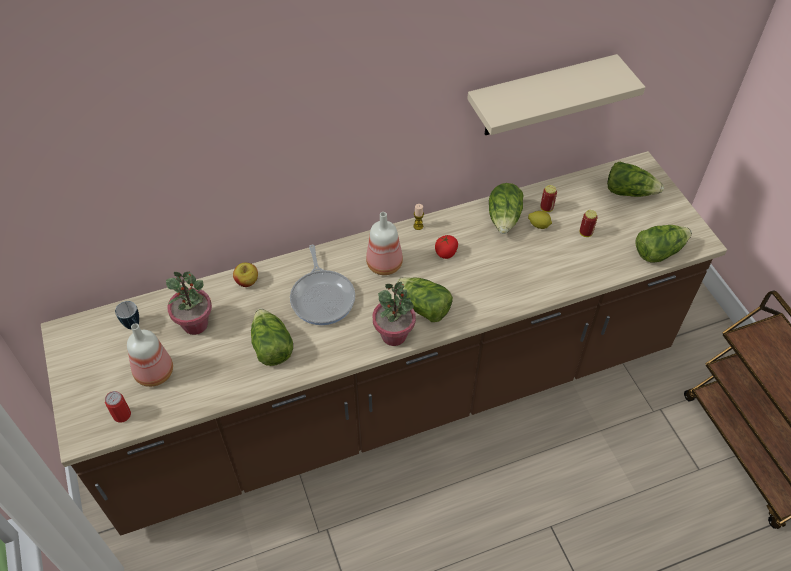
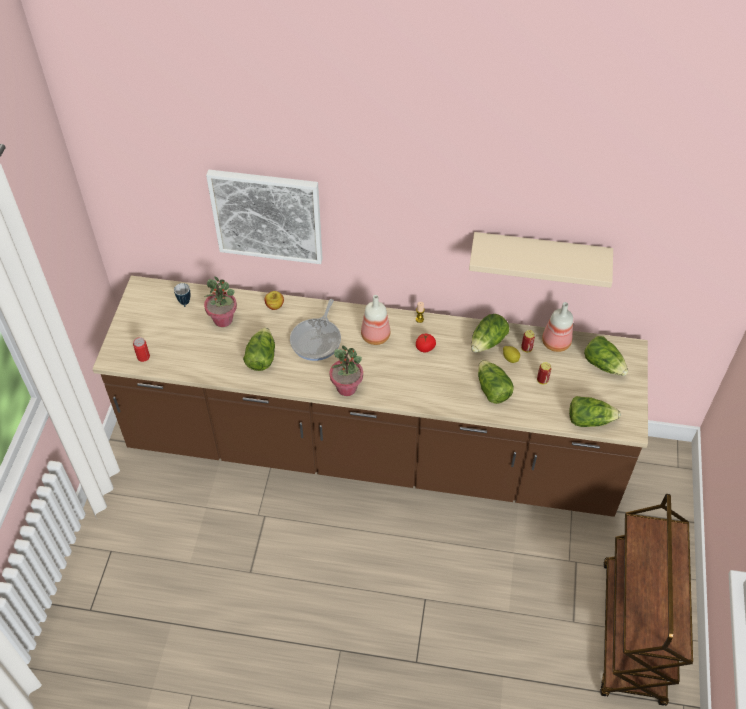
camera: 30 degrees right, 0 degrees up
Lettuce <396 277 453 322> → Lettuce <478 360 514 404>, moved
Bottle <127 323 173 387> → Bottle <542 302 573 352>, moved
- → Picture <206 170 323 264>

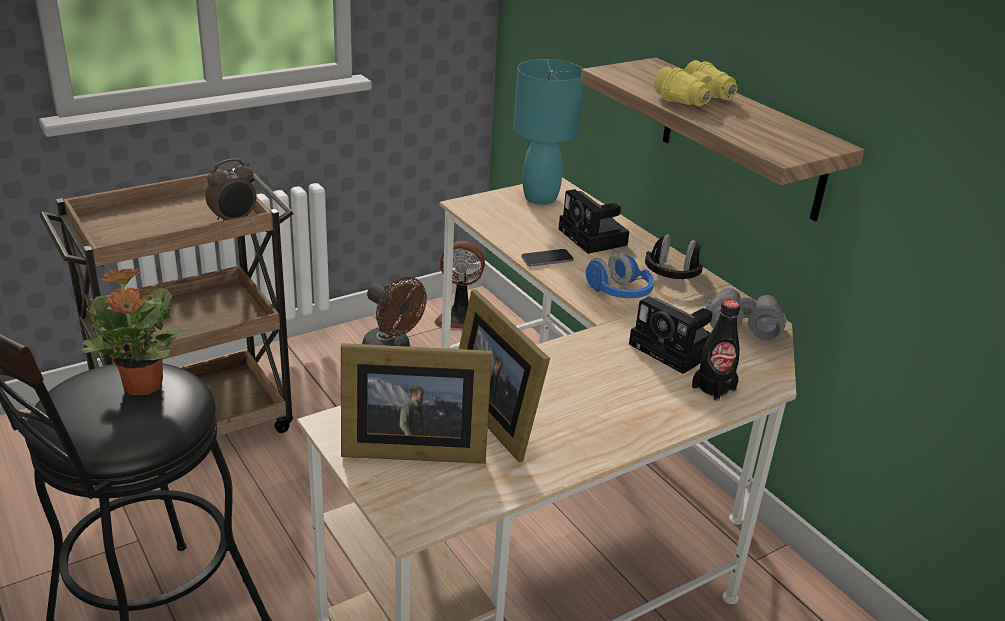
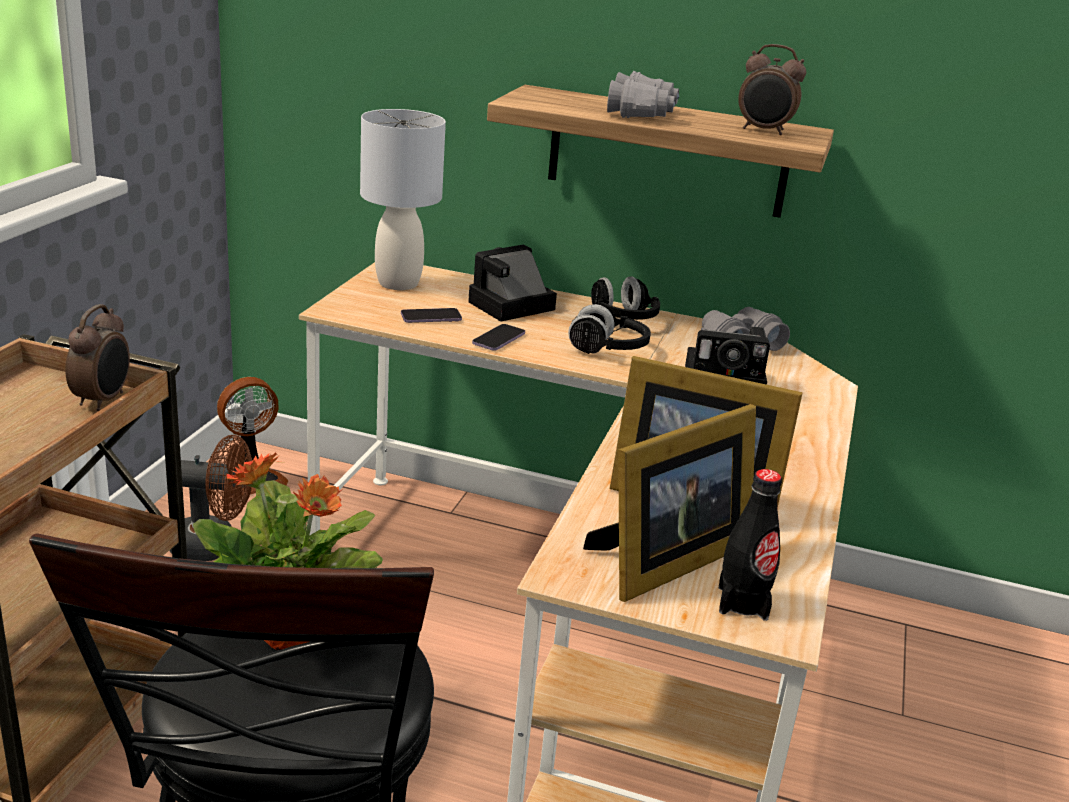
camera: 40 degrees left, 5 degrees down
TurquoiseTableLamp <514 59 584 205> → GreyTableLamp <360 109 446 290>
YellowBinoculars <654 60 738 106> → GreyBinoculars <607 71 679 118>
PhotoCamera <559 189 629 254> → PhotoCamera <468 245 557 322>, 120 degrees clockwise
BlueHeadphones <586 252 654 298> → BlackHeadphones <568 304 651 354>
BlackBottle <692 300 740 402> → BlackBottle <719 469 782 621>, moved
- → AlarmClock <738 44 806 135>
- → Phone <401 308 462 323>

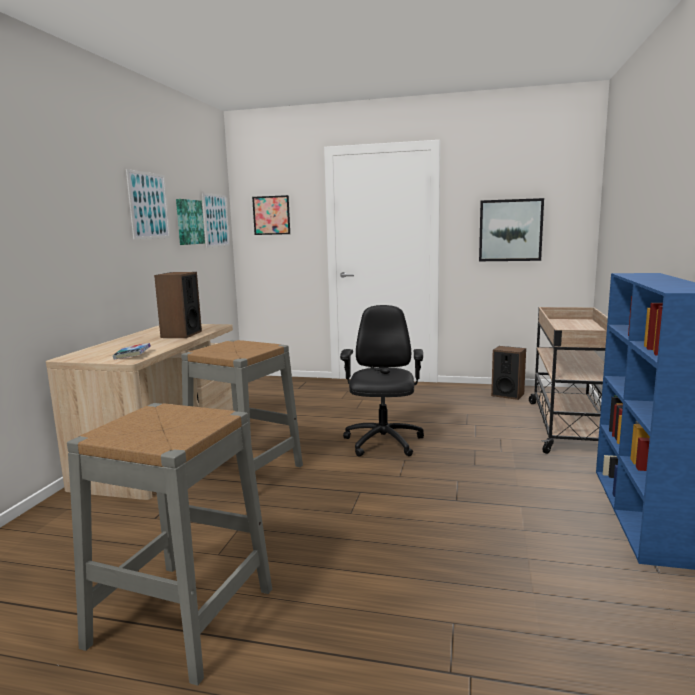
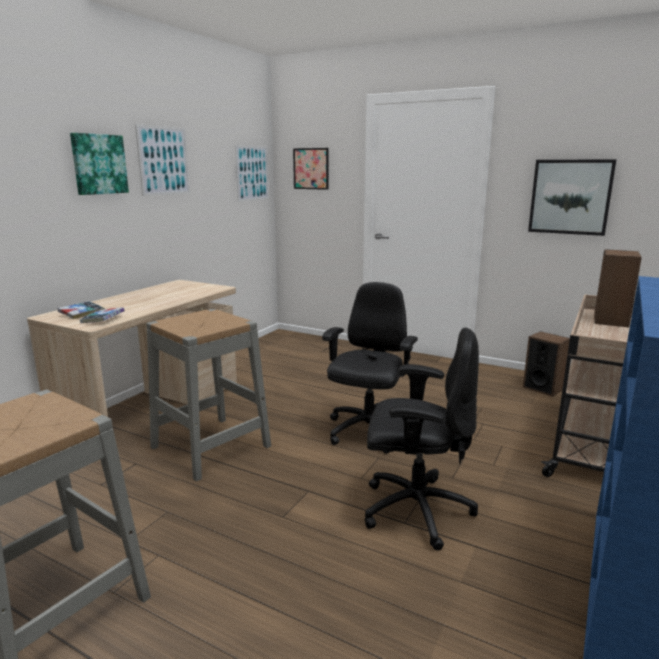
camera: 15 degrees right, 5 degrees up
Picture <176 199 205 245> → Picture <70 133 129 195>, moved
Speaker <154 272 202 338> → Speaker <594 249 642 327>, moved
- → Book <58 301 105 319>
- → BlackOfficeChair <365 327 479 551>

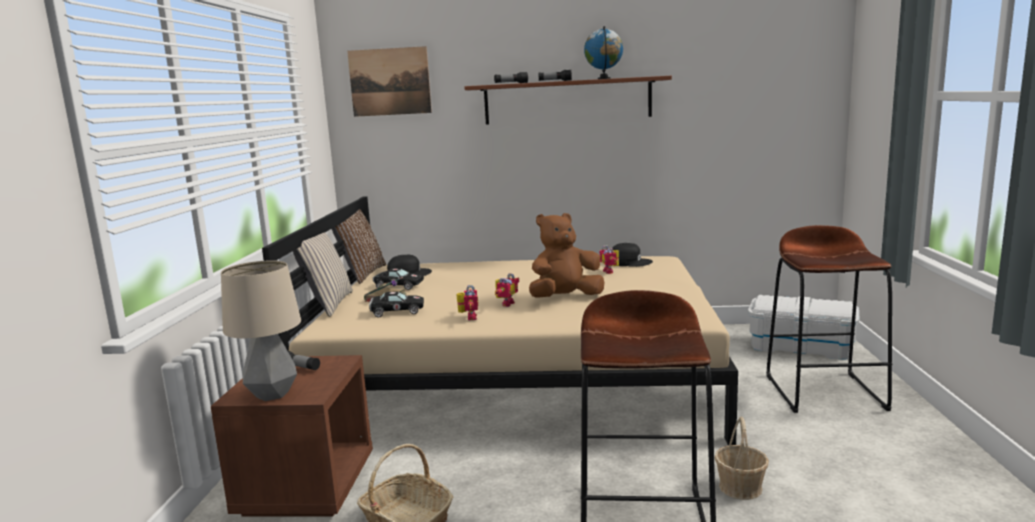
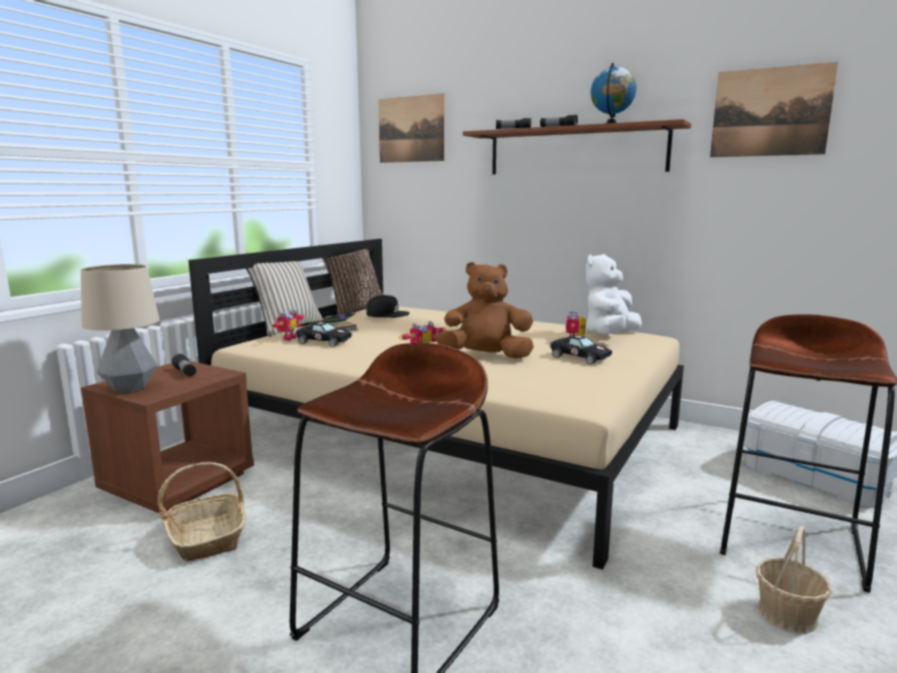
camera: 25 degrees right, 0 degrees up
BlackCap <612 243 653 267> → WhitePlushToy <586 254 642 334>
BlackToyCar <373 268 424 290> → BlackToyCar <550 335 612 364>, moved
ToyRobot <456 285 478 320> → ToyRobot <271 309 305 341>, moved
Basket <715 417 769 500> → Basket <756 526 832 634>, moved
- → Picture <710 62 838 157>

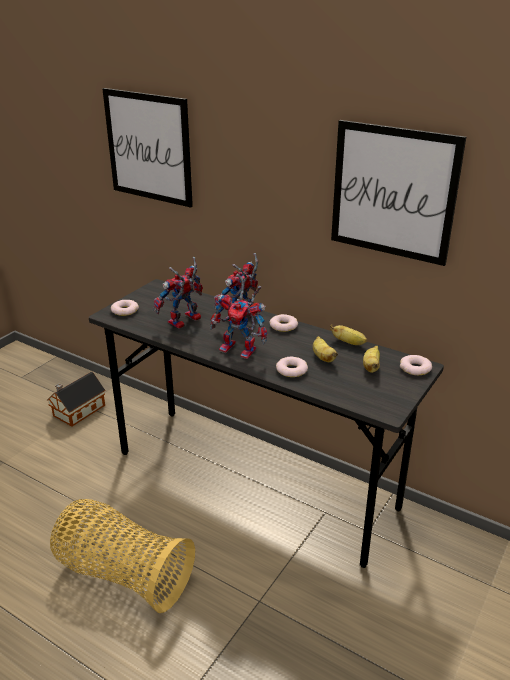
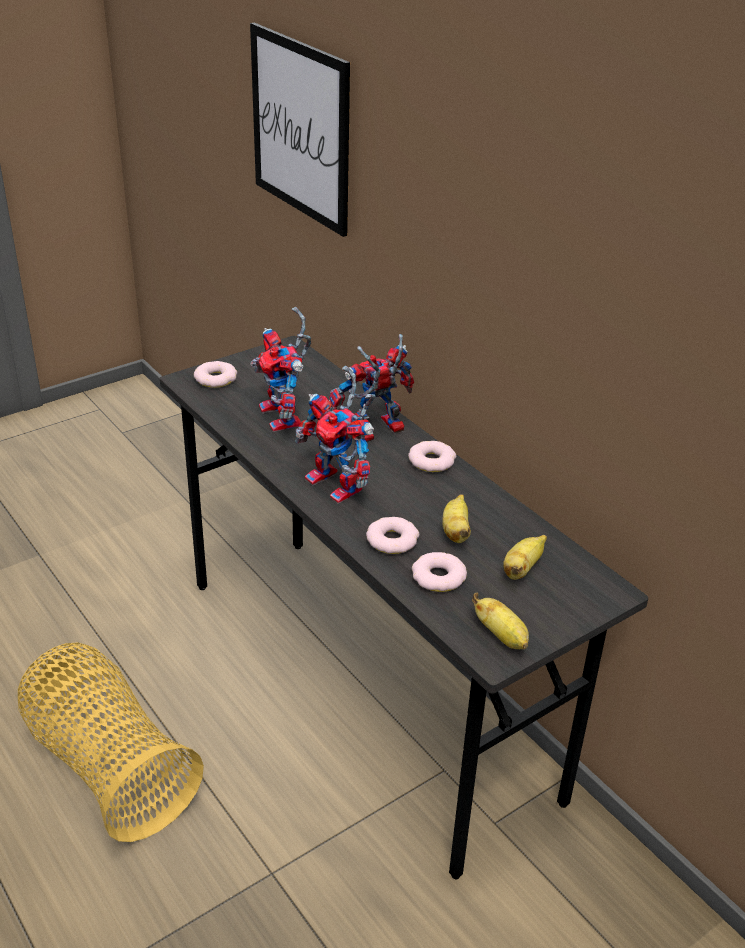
camera: 20 degrees right, 5 degrees up
Picture <331 120 466 266> → -
ToyRobot <153 257 203 329> → ToyRobot <250 307 311 432>, 90 degrees counterclockwise
Banana <330 324 367 345> → Banana <472 593 529 649>, moved
Donut <400 355 432 375> → Donut <412 552 467 592>, moved
ToyHouse <47 372 106 426> → -

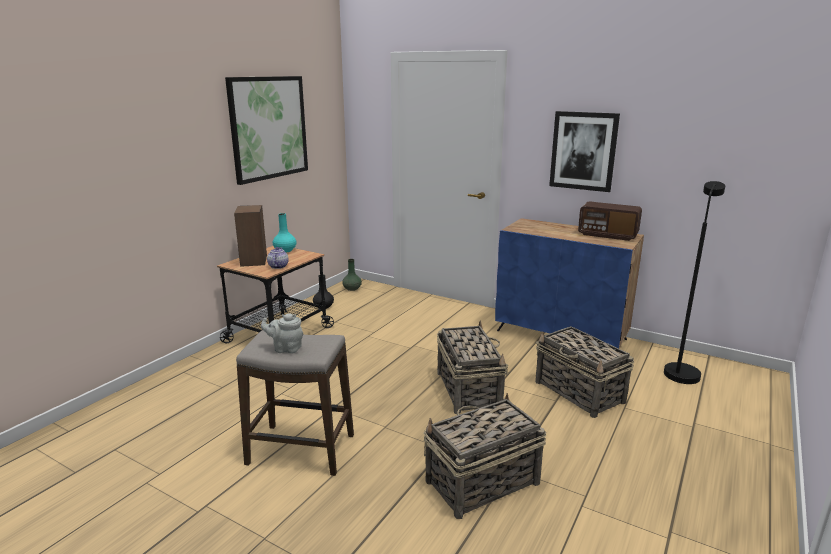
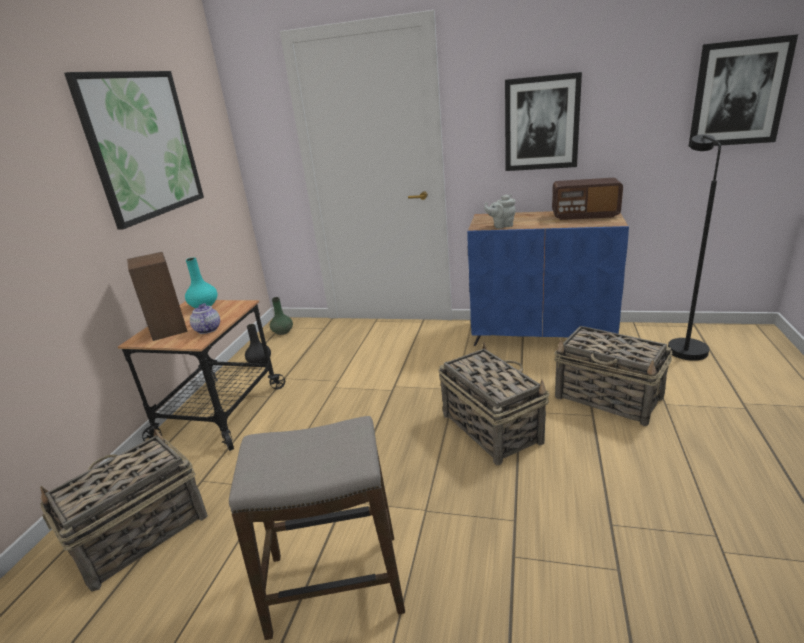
camera: 15 degrees left, 5 degrees up
GreyTeapot <261 313 303 353> → GreyTeapot <484 194 516 229>, moved
Basket <424 393 546 519> → Basket <40 429 208 592>, moved
- → Picture <689 34 798 147>

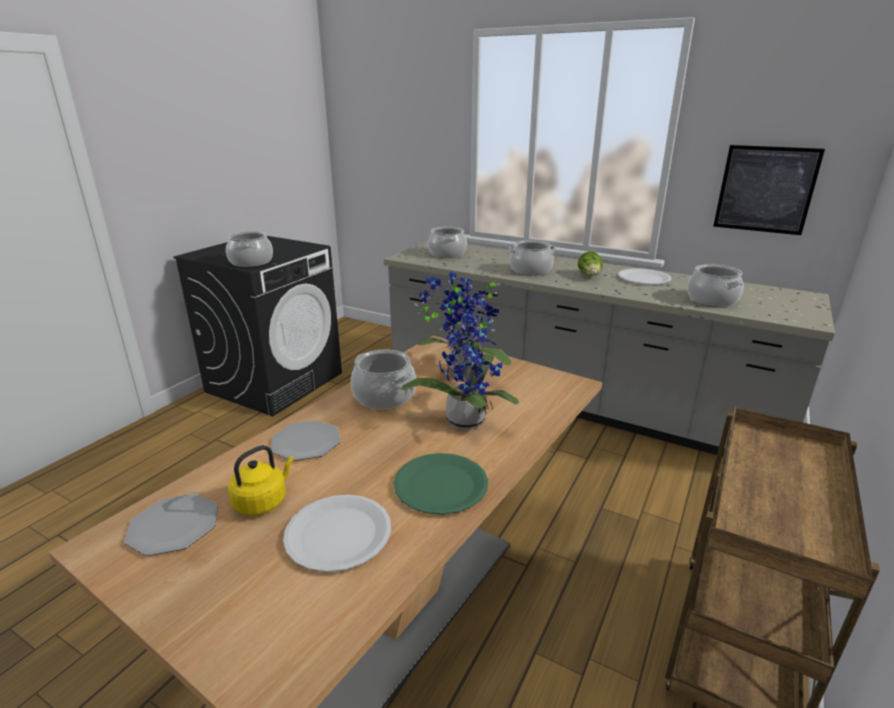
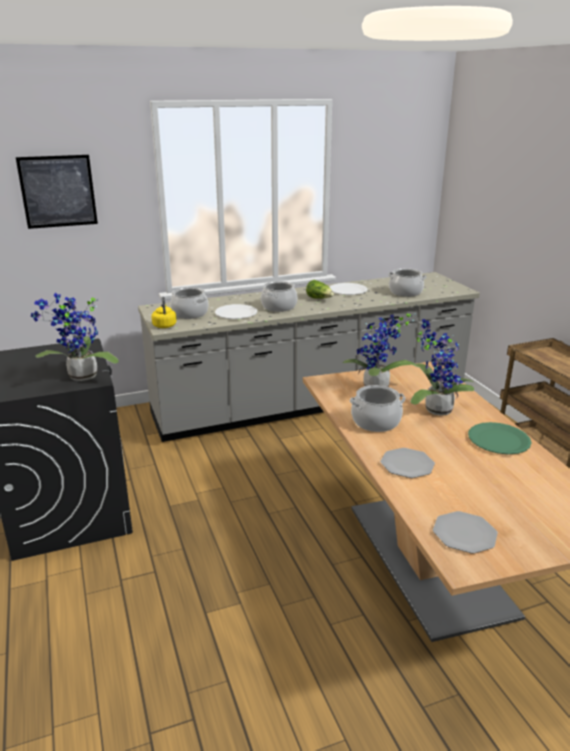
camera: 50 degrees left, 0 degrees up
Picture <713 145 825 235> → Picture <16 155 98 229>, moved
CookingPot <226 231 273 267> → PottedPlant <31 293 119 381>
YellowKettle <228 445 294 515> → YellowKettle <151 297 176 328>, moved
WhitePlate <283 494 391 572> → WhitePlate <215 304 257 319>, moved

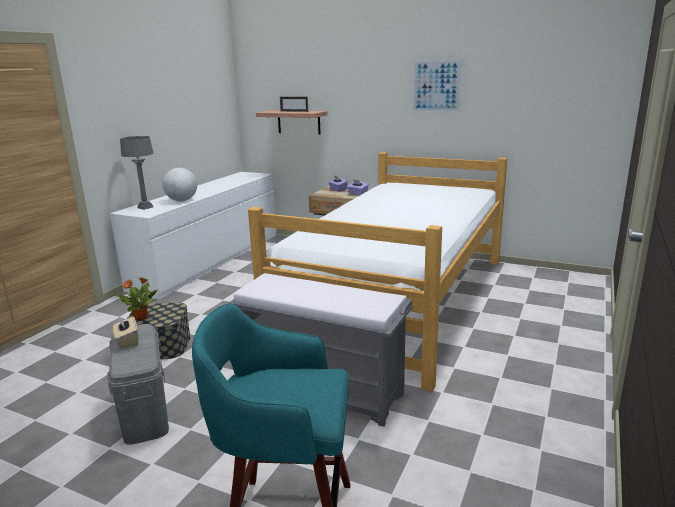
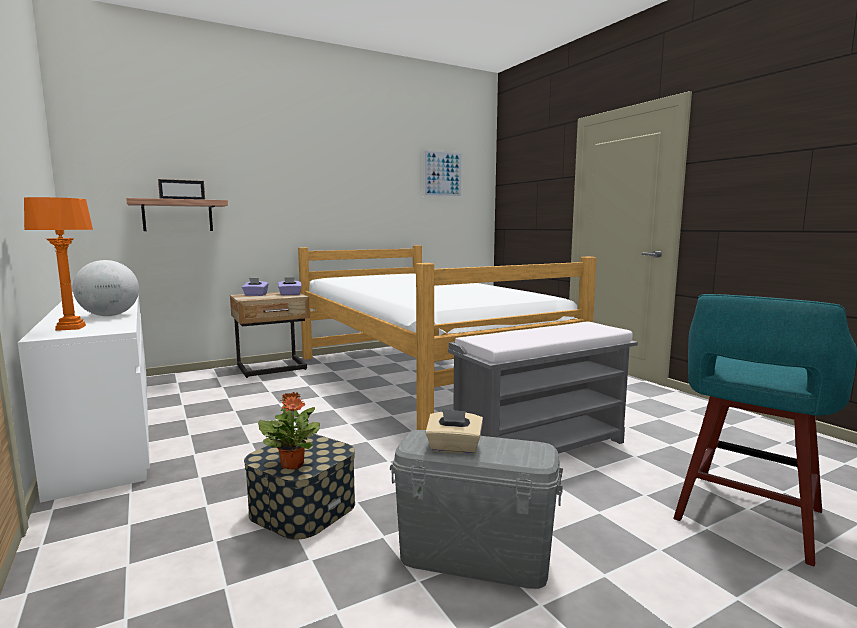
camera: 55 degrees left, 10 degrees down
Picture <412 59 463 112> → Picture <423 149 462 198>, moved
GreyTableLamp <120 136 154 210> → OrangeTableLamp <24 197 93 331>

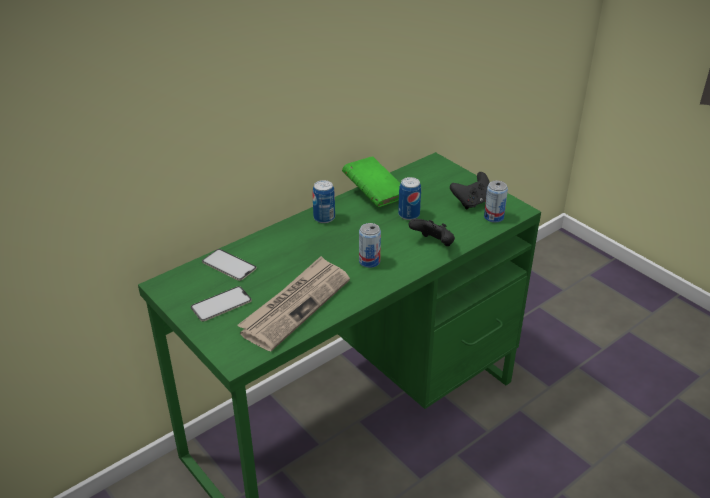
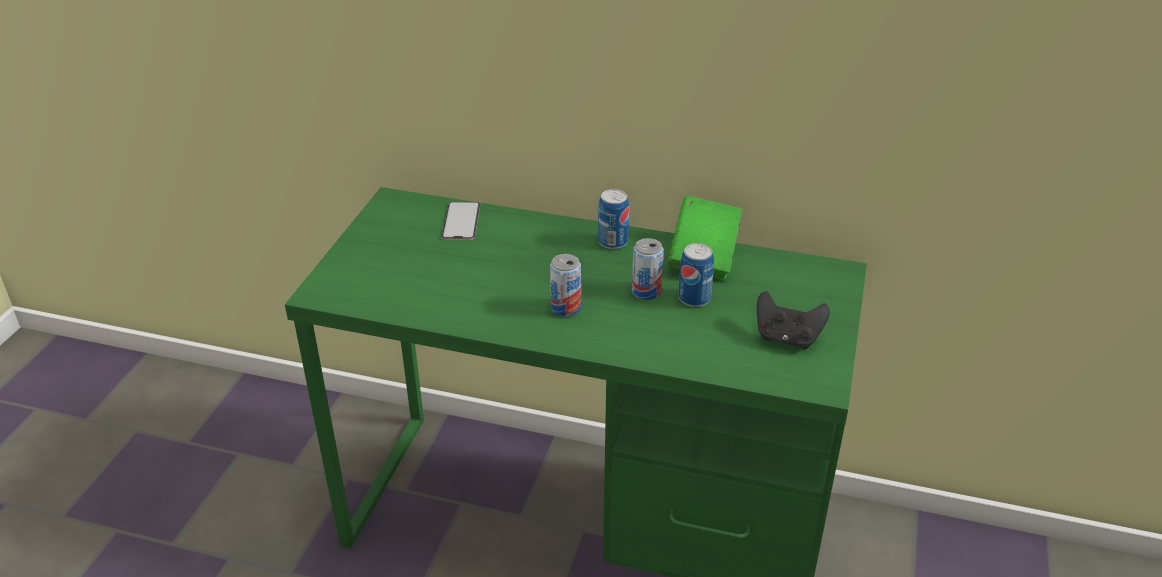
camera: 55 degrees right, 0 degrees up
Can <484 181 508 223> → Can <632 238 664 300>, moved
BlackGameController <409 219 455 246> → -
Newspaper <237 256 350 351> → -
Phone <191 286 252 322> → -

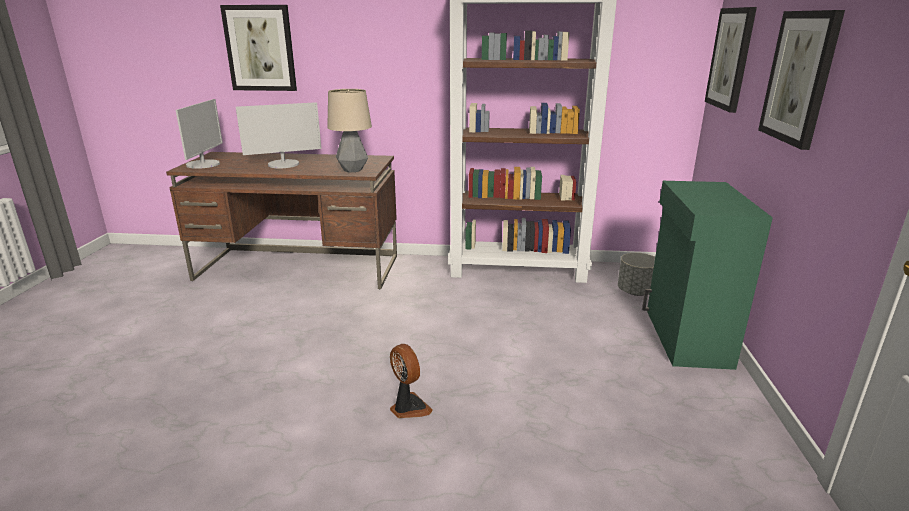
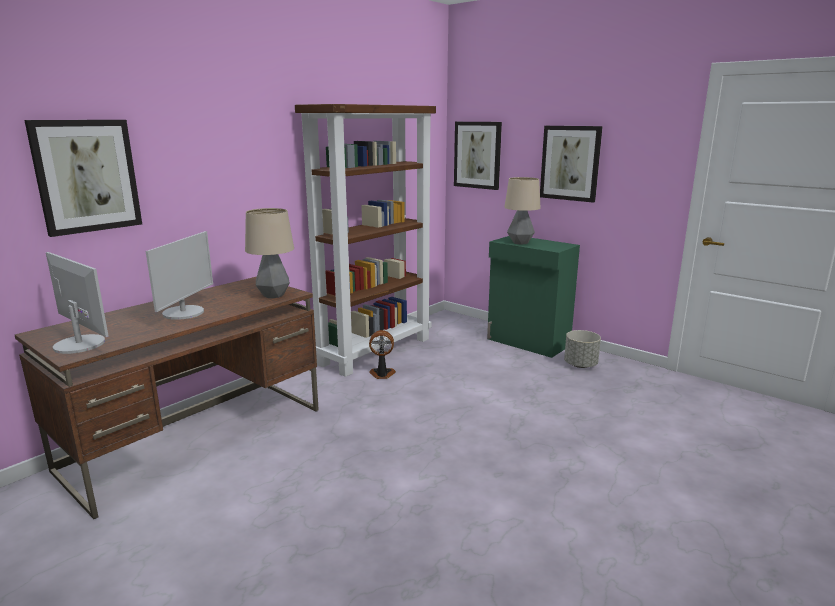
camera: 55 degrees left, 5 degrees down
GreyPlanter <618 253 655 296> → GreyPlanter <564 330 601 368>, moved
Fan <390 344 433 418> → Fan <369 330 396 379>, moved
- → TableLamp <504 177 541 245>

